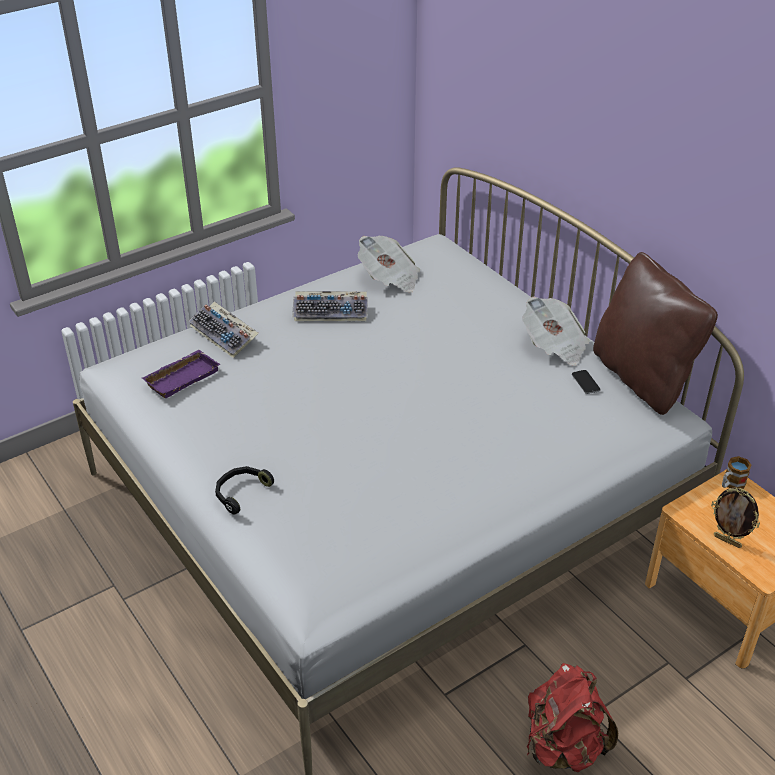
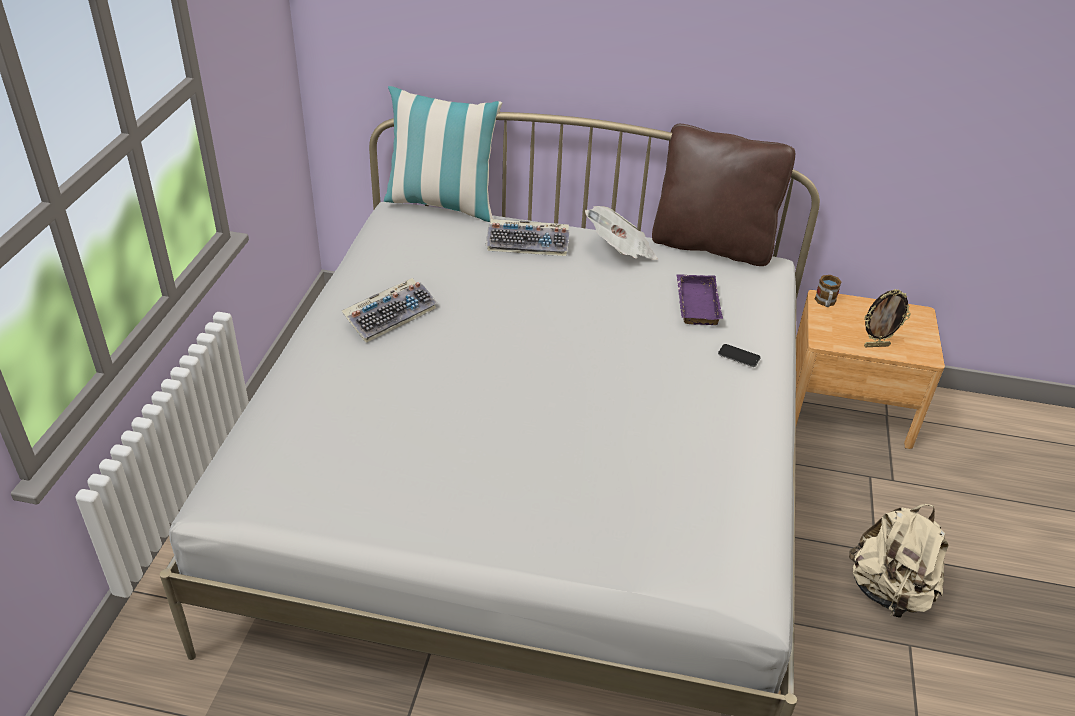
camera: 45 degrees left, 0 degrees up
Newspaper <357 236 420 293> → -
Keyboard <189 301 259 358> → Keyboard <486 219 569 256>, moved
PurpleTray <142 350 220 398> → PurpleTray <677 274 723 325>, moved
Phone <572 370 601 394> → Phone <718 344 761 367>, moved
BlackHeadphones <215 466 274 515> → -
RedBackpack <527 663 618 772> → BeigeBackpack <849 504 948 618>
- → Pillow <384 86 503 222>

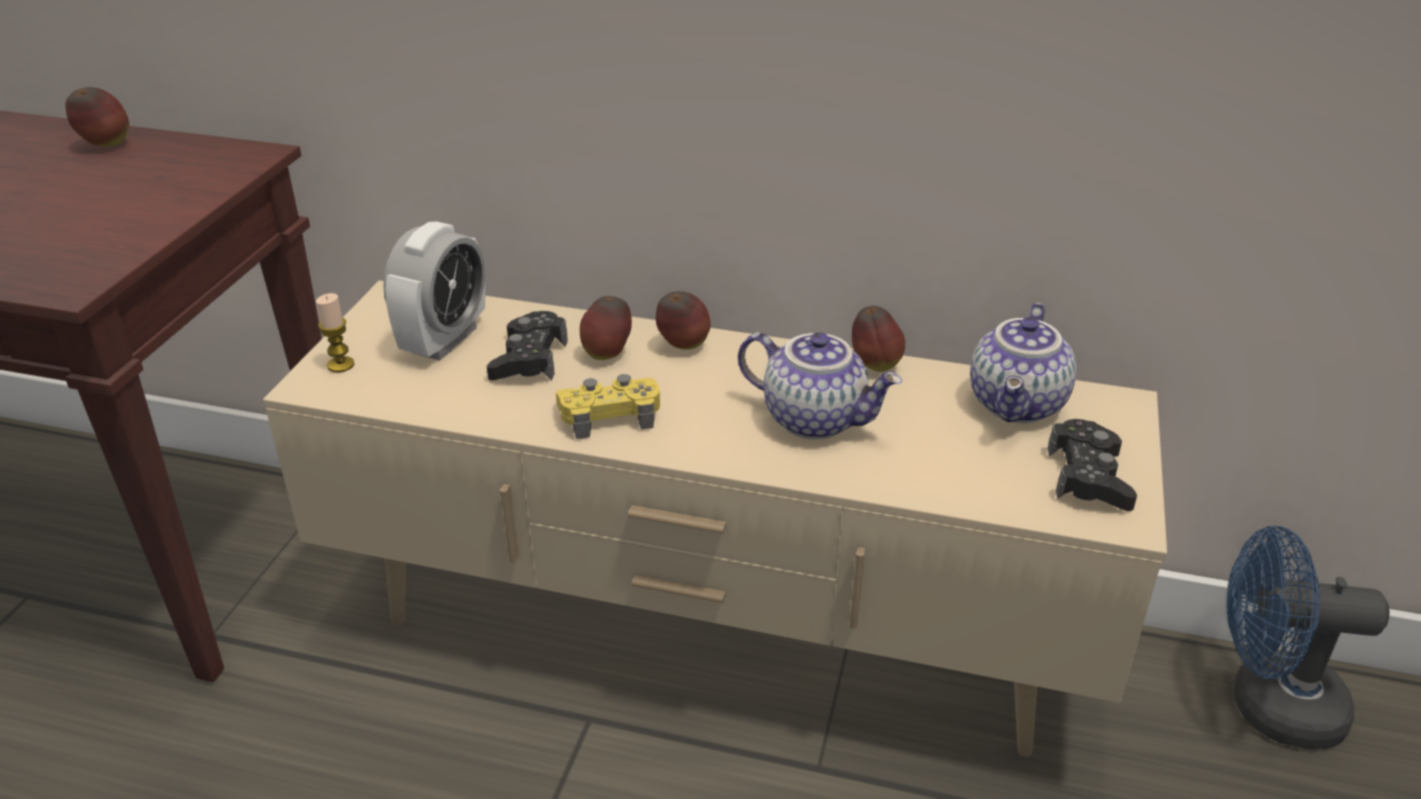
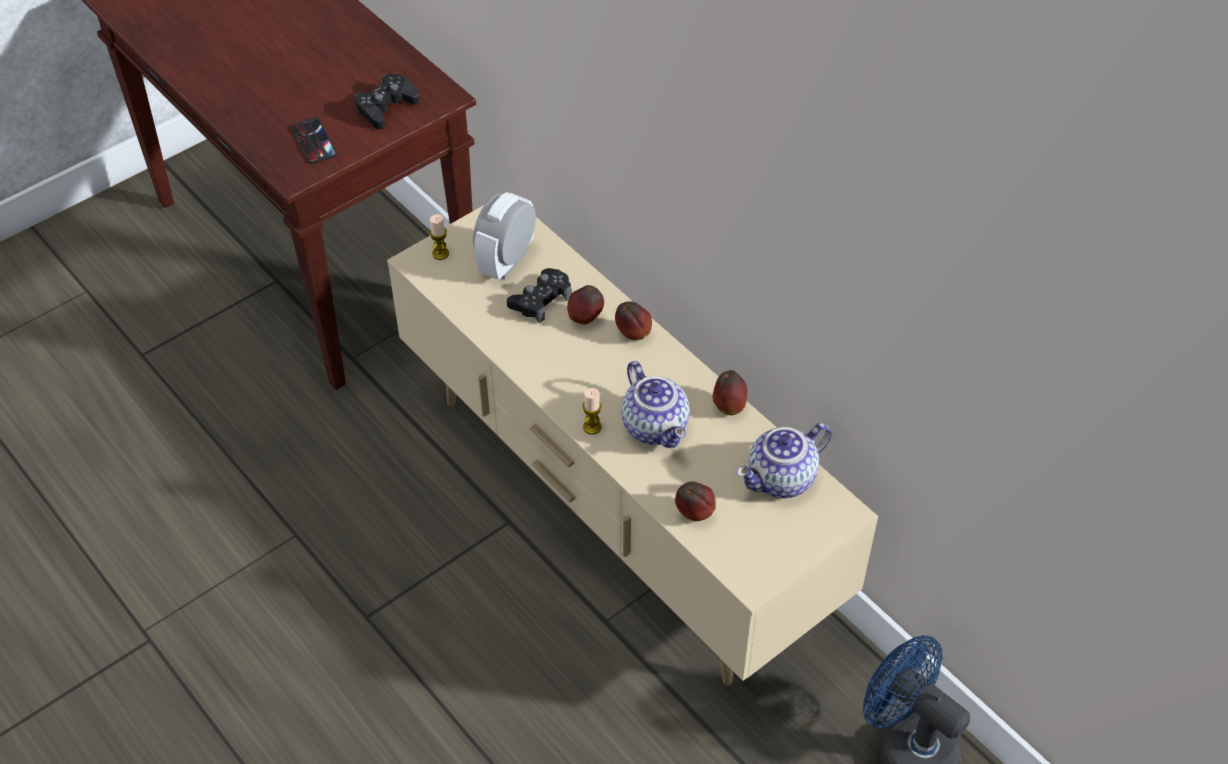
camera: 35 degrees right, 15 degrees up
Apple <65 87 129 147> → Apple <675 481 716 521>, moved
AlarmClock <383 221 485 360> → AlarmClock <473 193 536 280>, 150 degrees clockwise
YellowGameController <556 374 660 439> → -
BlackGameController <1048 419 1137 511> → BlackGameController <354 73 419 129>, moved
- → Phone <291 117 337 164>
- → Candle <583 388 602 435>

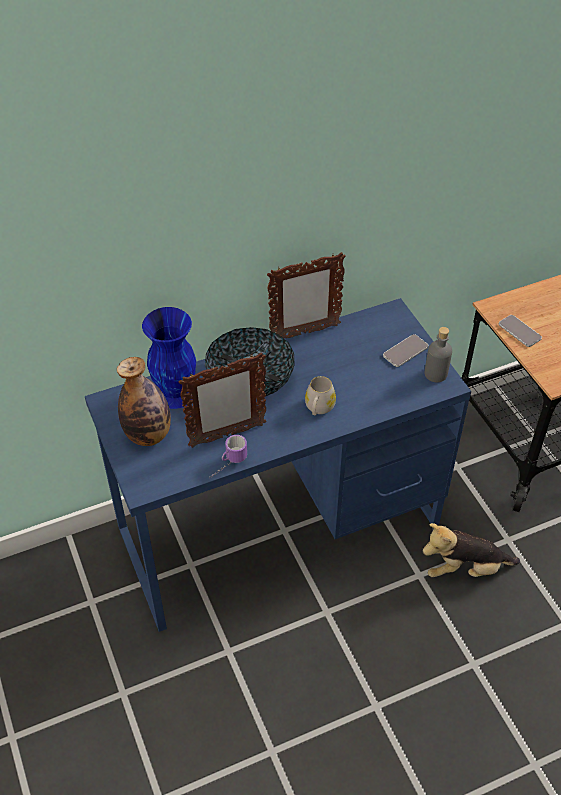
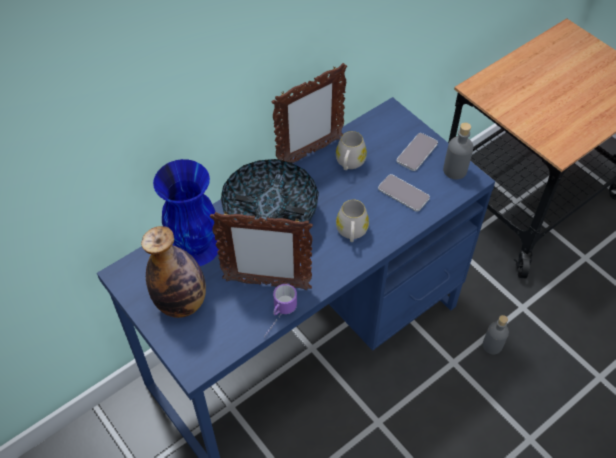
camera: 15 degrees left, 5 degrees up
Phone <499 315 542 347> → Phone <378 174 430 212>, moved
PictureFrame <178 352 266 448> → PictureFrame <210 212 313 290>, 45 degrees clockwise
PlushToy <423 523 520 577> → GreyBottle <483 315 509 354>
- → WhiteMug <336 131 367 170>

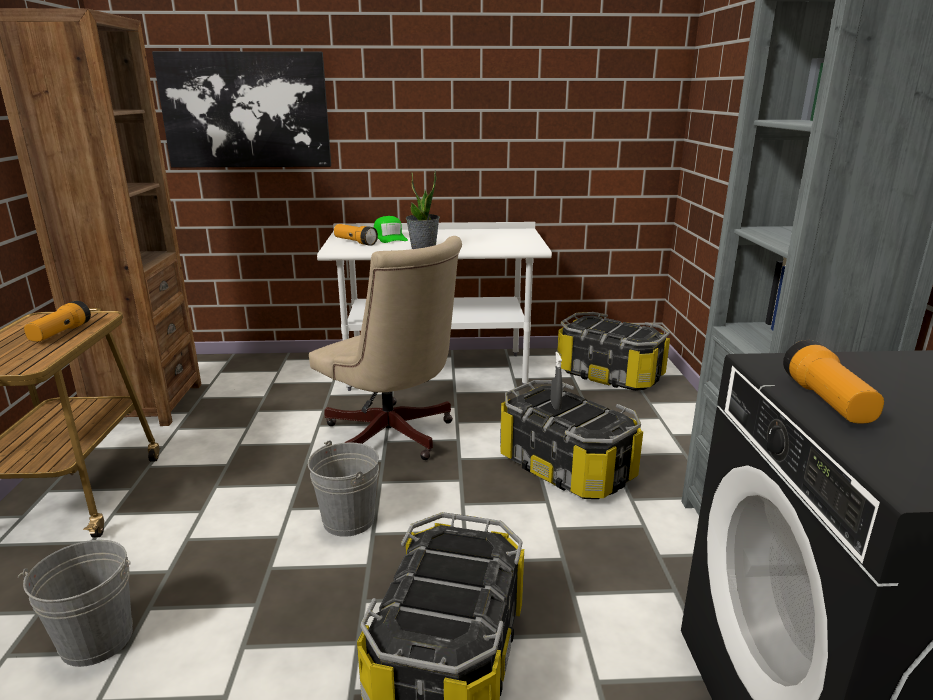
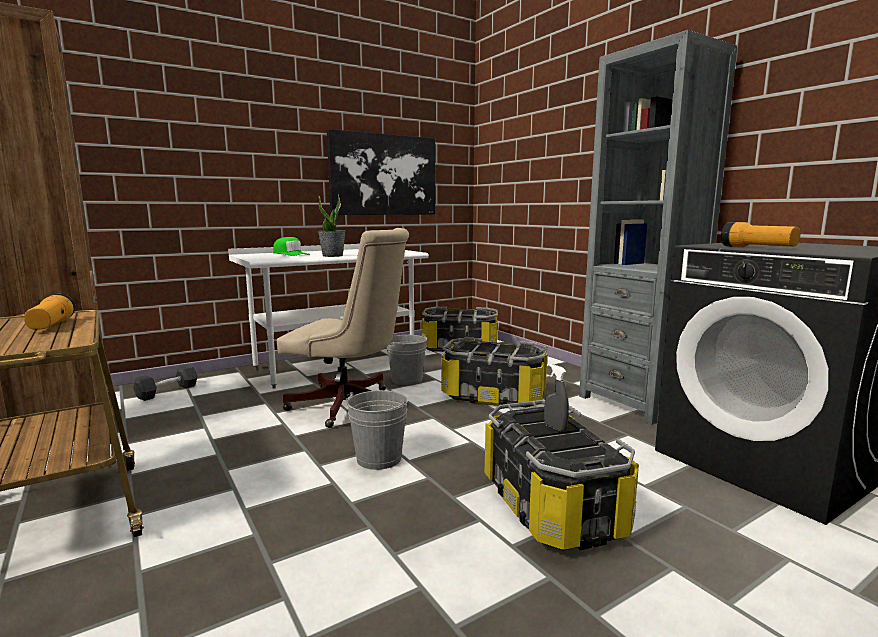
camera: 30 degrees left, 10 degrees down
Picture <152 51 331 167> → Picture <327 129 435 215>, moved
Flashlight <334 224 378 246> → -
GreySprayBottle <551 352 563 410> → GreySprayBottle <544 364 569 432>, moved
GreyBucket <17 540 133 667> → GreyBucket <387 333 427 385>, moved
- → BlackDumbbell <133 365 198 401>

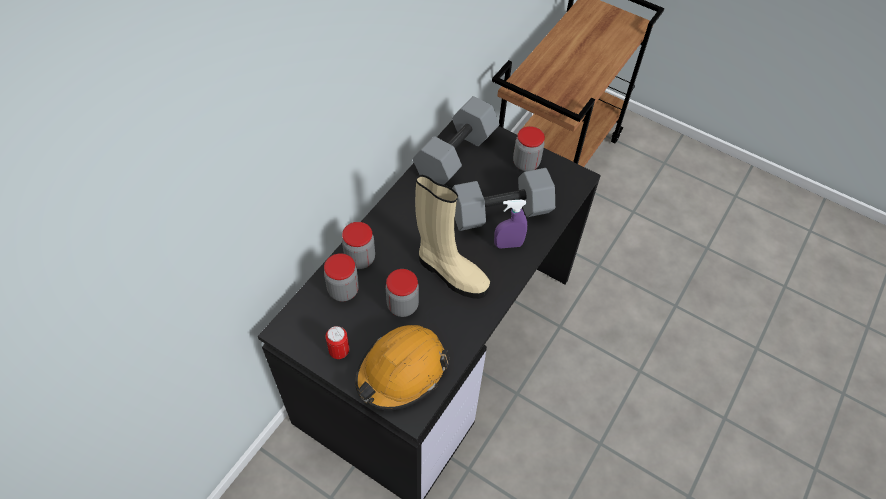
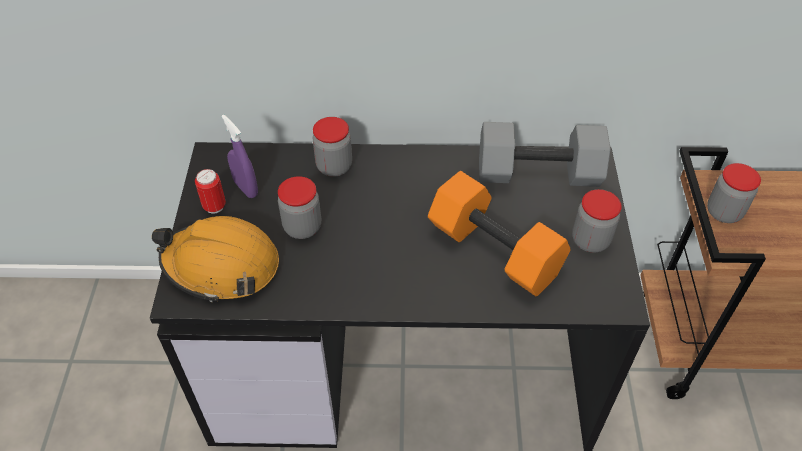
camera: 60 degrees right, 5 degrees down
GreyDumbbell <452 168 555 231> → OrangeDumbbell <428 171 571 296>
BeigeBoot <415 175 490 299> → -
PurpleSprayBottle <494 199 527 249> → PurpleSprayBottle <222 115 258 198>, moved
Jar <324 253 359 302> → Jar <707 163 761 223>, moved

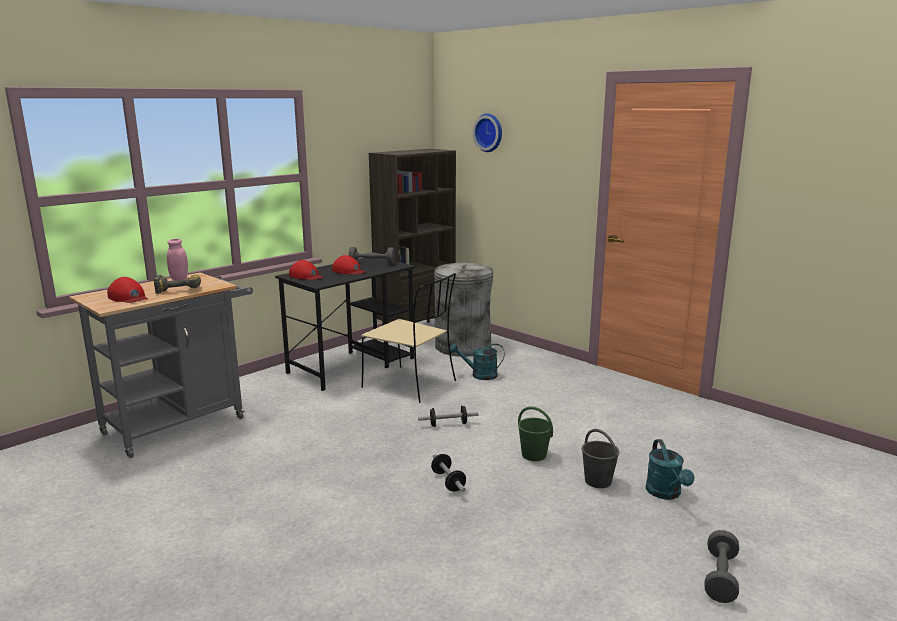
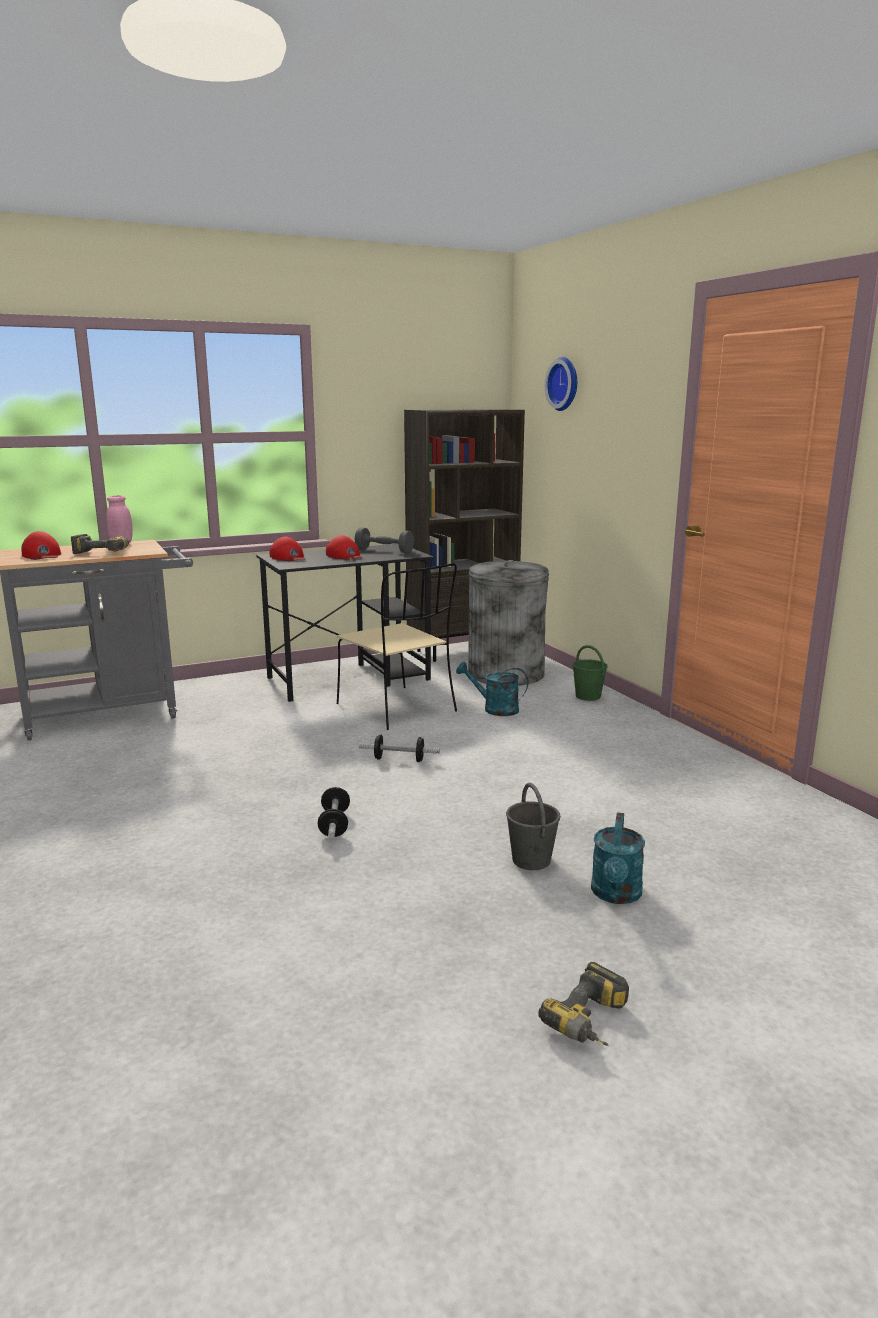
camera: 20 degrees right, 0 degrees up
GreenBucket <518 407 553 461> → GreenBucket <572 645 608 701>, moved
GreyDumbbell <704 530 739 603> → PowerDrill <539 962 629 1046>

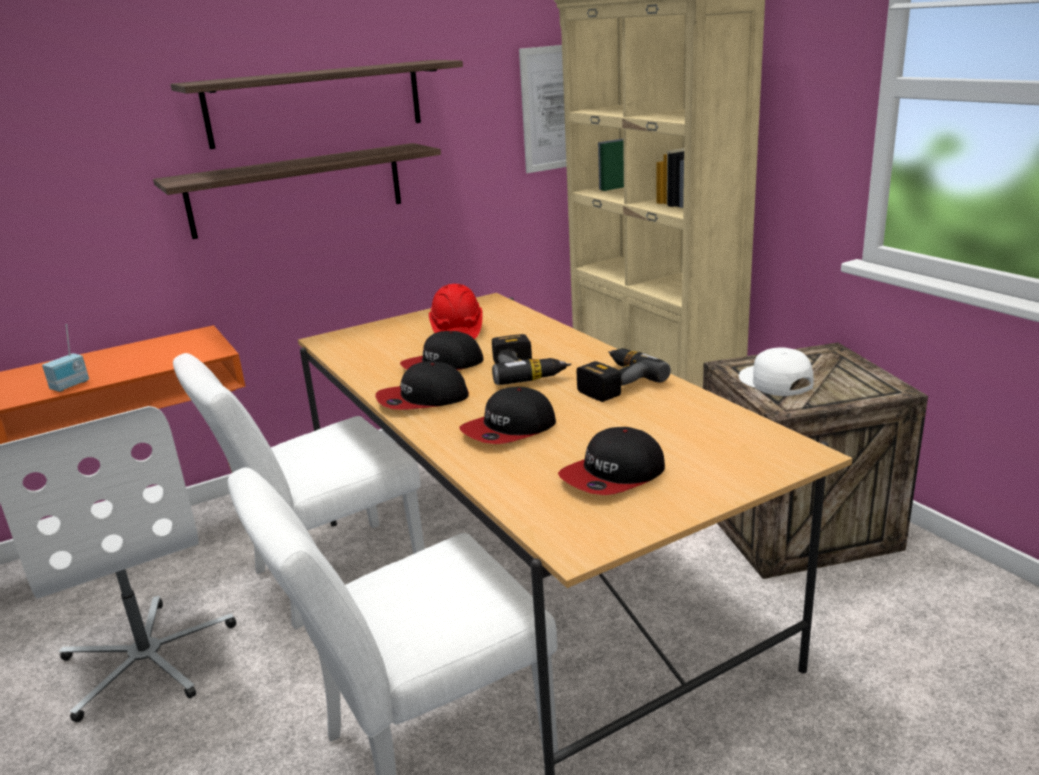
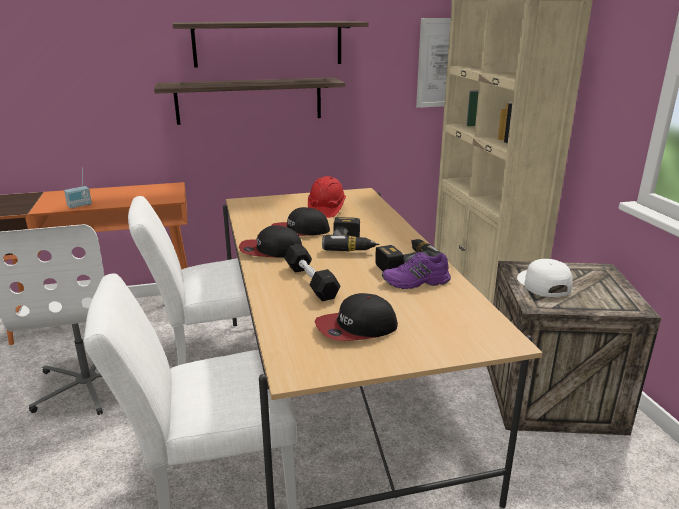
camera: 15 degrees right, 0 degrees up
Cap <459 387 556 444> → BlackDumbbell <284 244 340 301>
- → PurpleShoe <382 252 451 289>

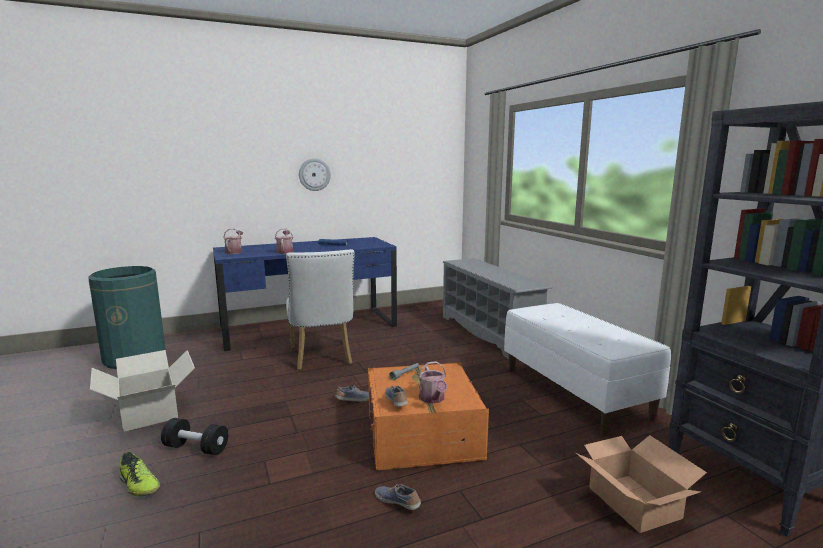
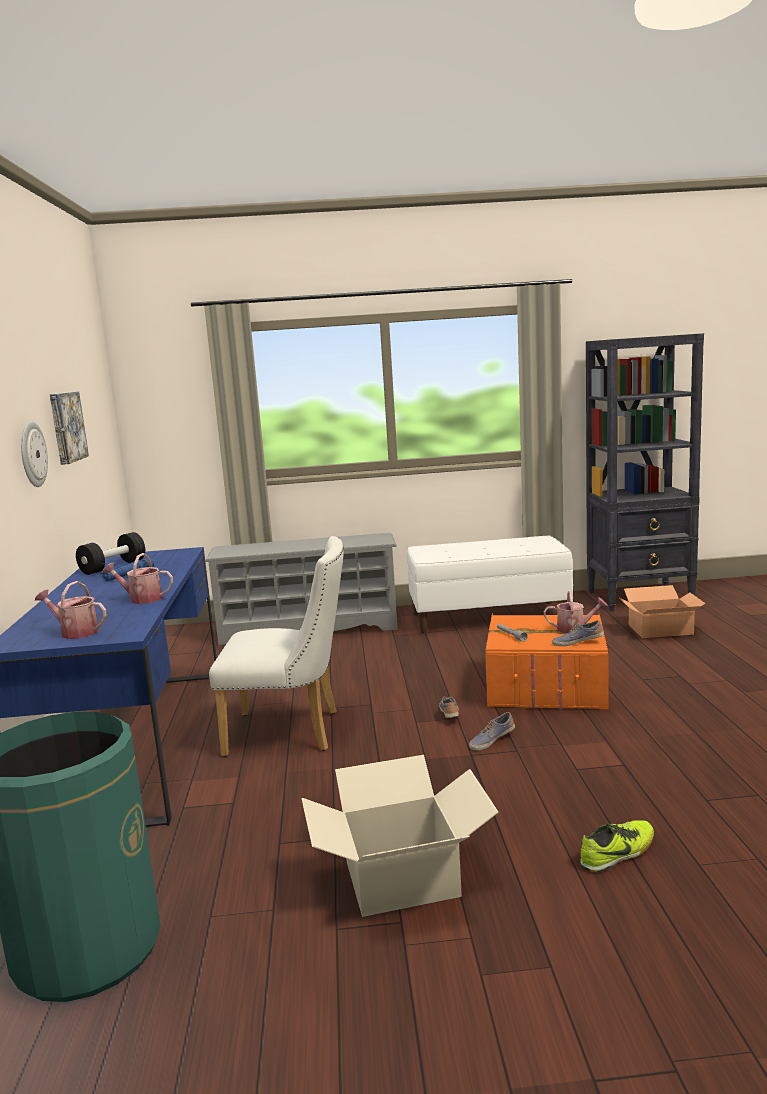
camera: 70 degrees left, 0 degrees up
BlackDumbbell <161 418 228 455> → BlackDumbbell <76 532 145 575>, moved
Shoe <375 484 421 510> → Shoe <469 712 515 751>, moved
- → Picture <50 391 89 465>

